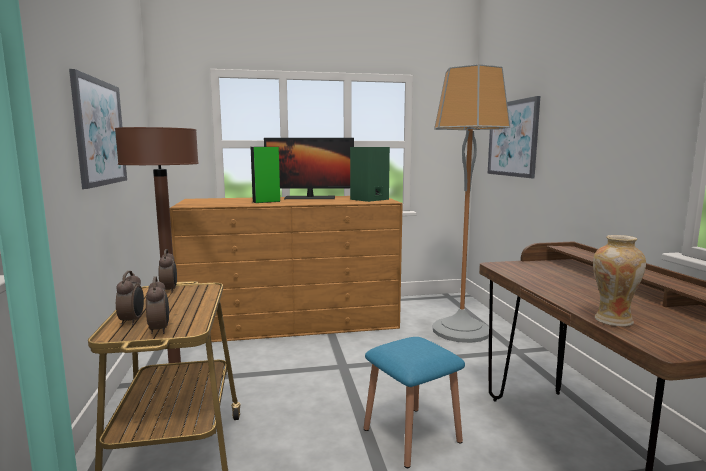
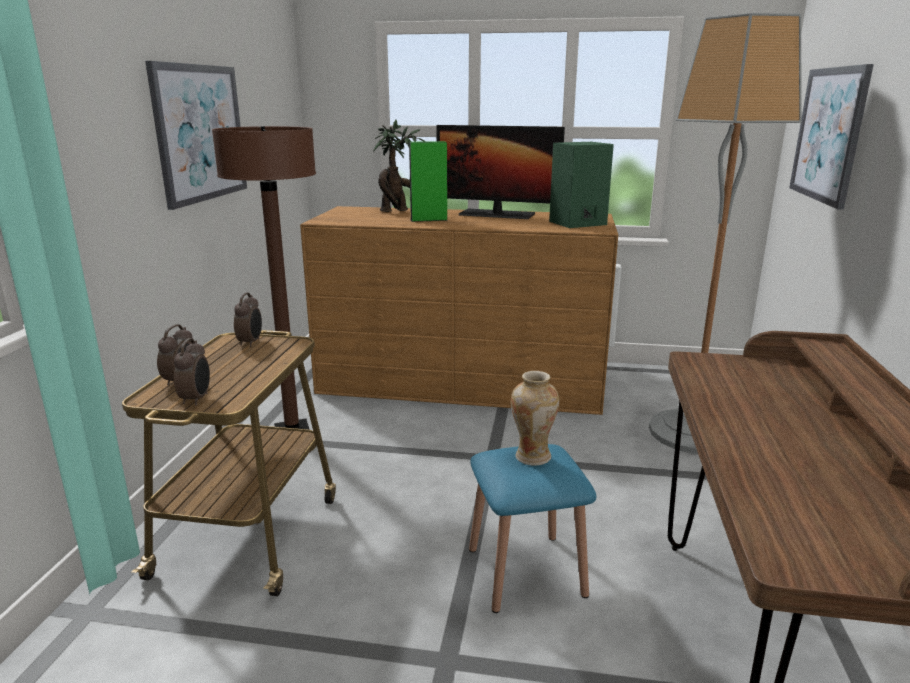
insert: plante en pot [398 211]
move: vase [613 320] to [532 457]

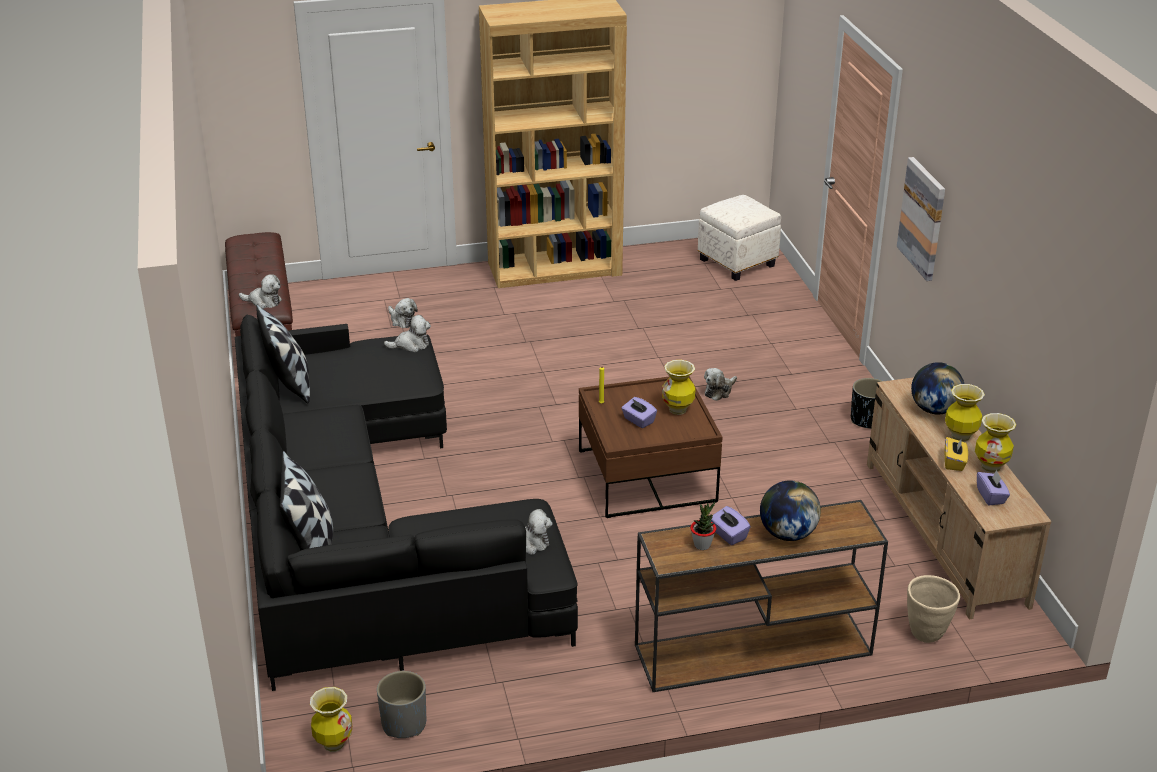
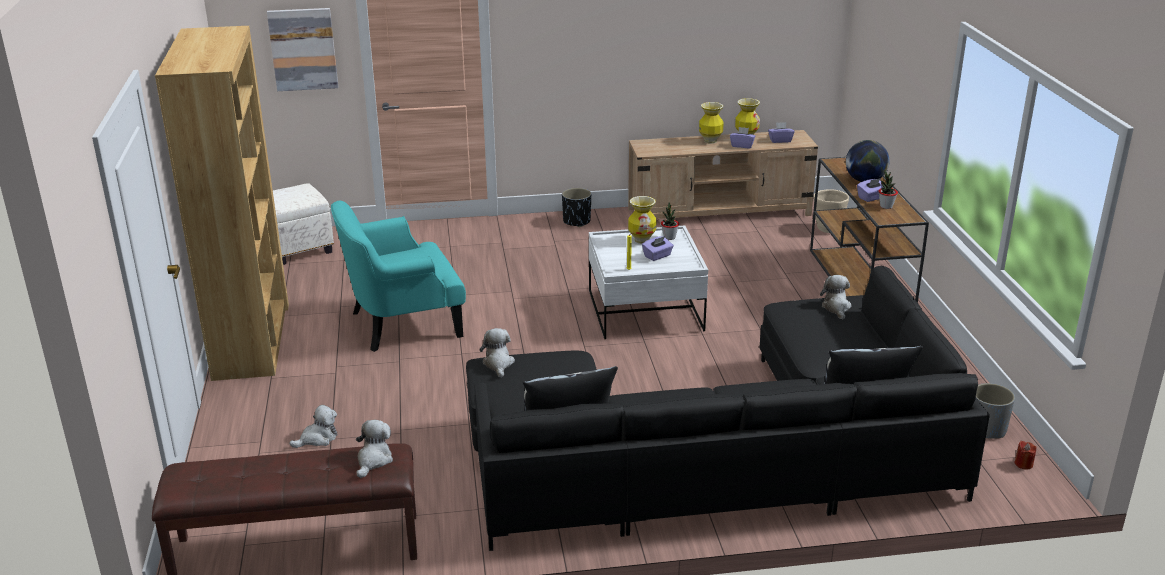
delete: peluche [719 391]; globe [934 409]
insert: fauteuil [turquoise] [402 323]; plante en pot [669 237]
move: tableau [922 218] to [303 49]
replace: vase [333 744] to bougie [rouge] [1023 464]
recolor: table basse [marron] [646 476] to table basse [blanc] [645 311]; boîte à mouchoirs [jaune] [954 462] to boîte à mouchoirs [violet] [742 145]

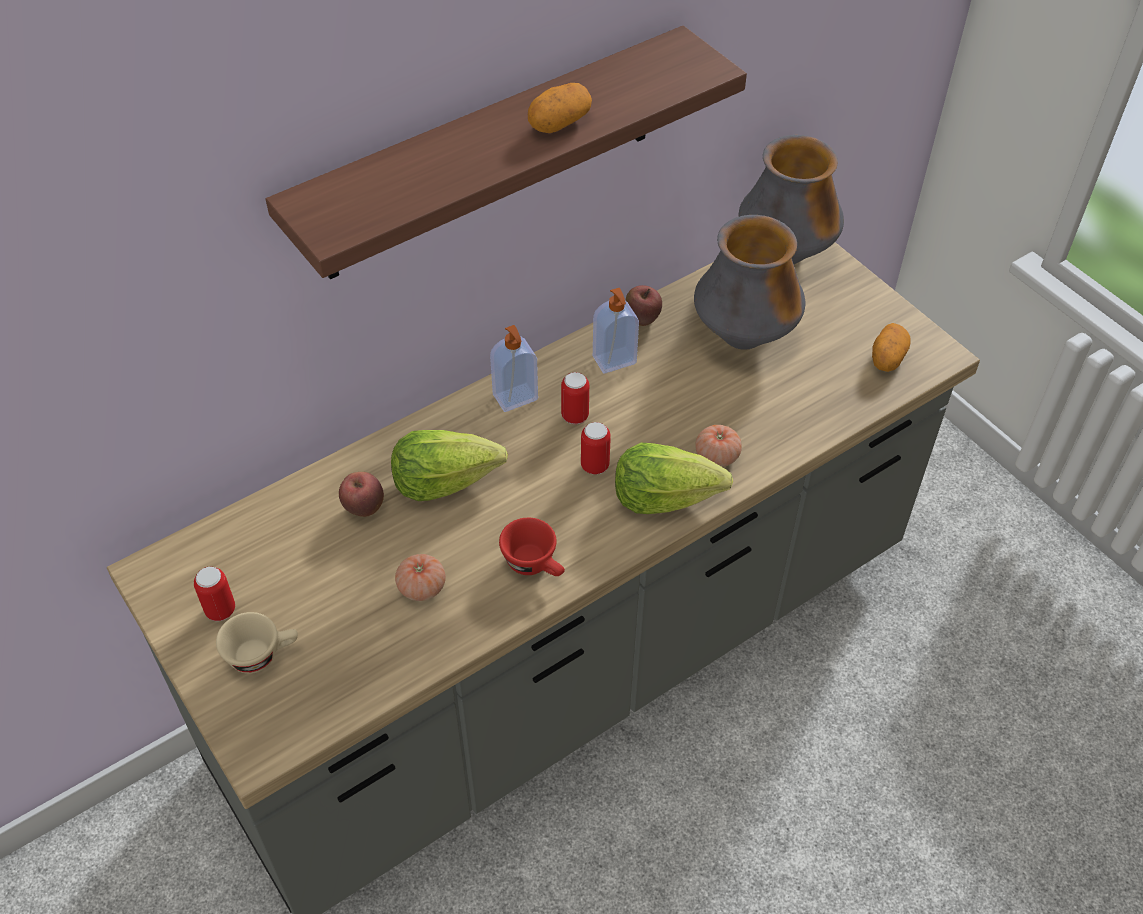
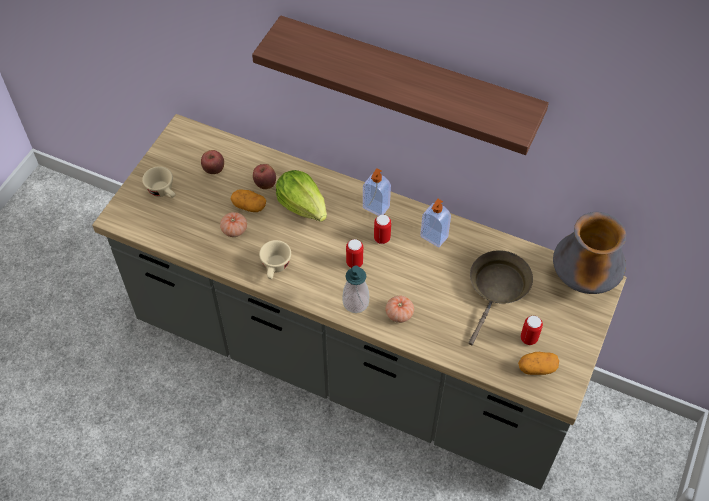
move: boîte métallique [220 610] to [528 338]; pomme de terre [559 123] to [249 206]; pomme [642 320] to [214 170]
replace: laitue [665 496] to distributeur de savon [355 302]; vase [743 337] to poêle [marron] [497 289]
recolor: tasse [rouge] [535 565] to tasse [beige] [275 268]

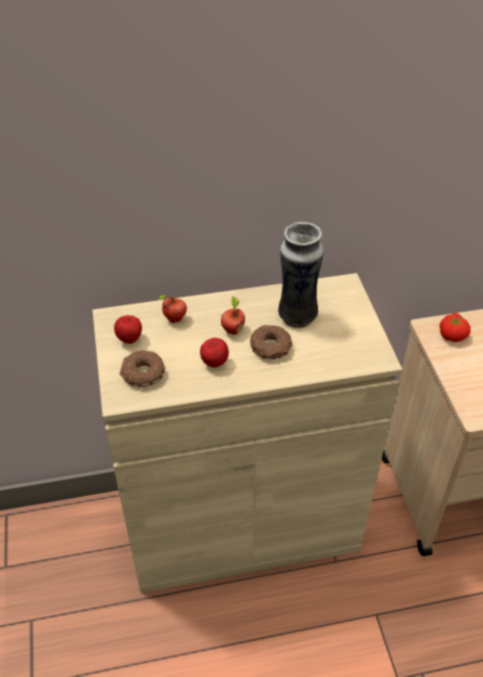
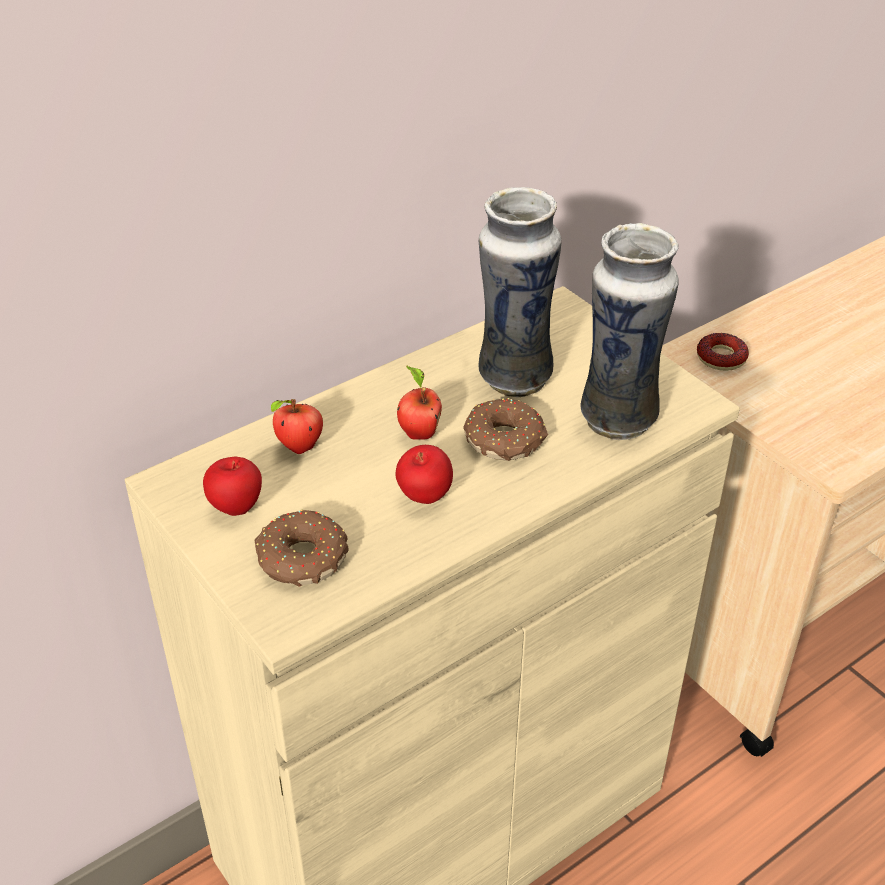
insert: vase [618 418]
replace: tomate [453 335] to beignet [721 358]

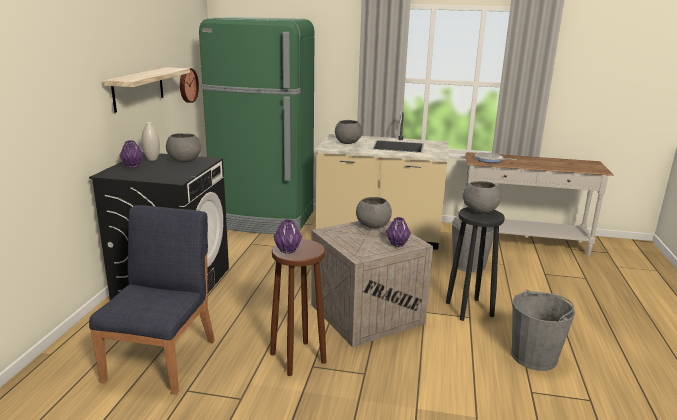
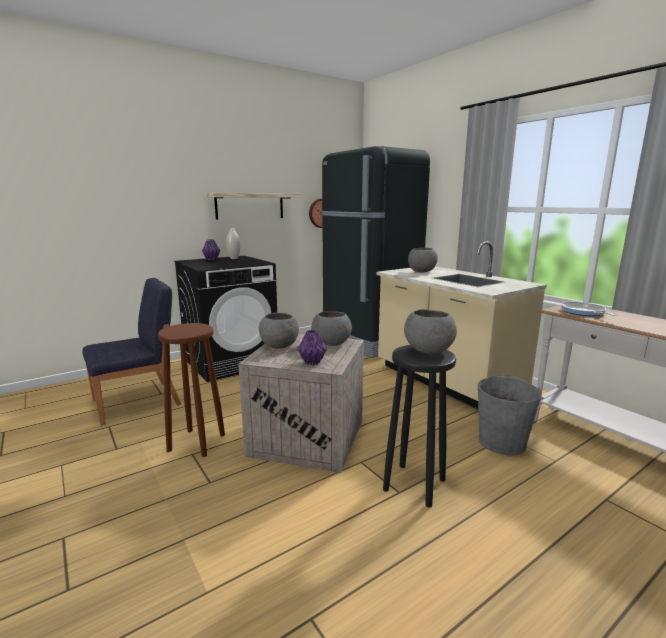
delete: vase [violet] [288 250]; seau [gris] [534 356]
move: bol [gris] [184 161] to [279 346]
recolor: réfrigérateur [vert] [264 219] to réfrigérateur [noir] [368 341]

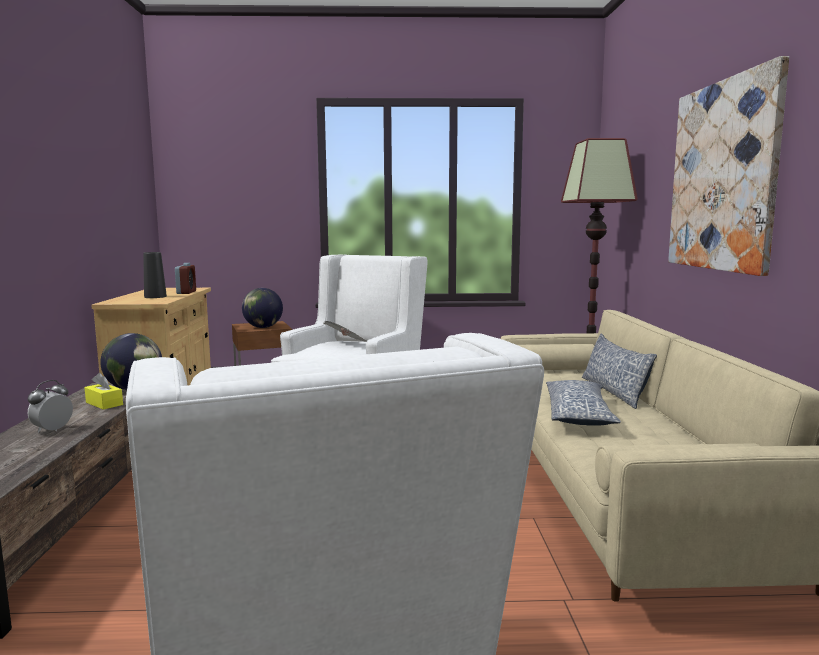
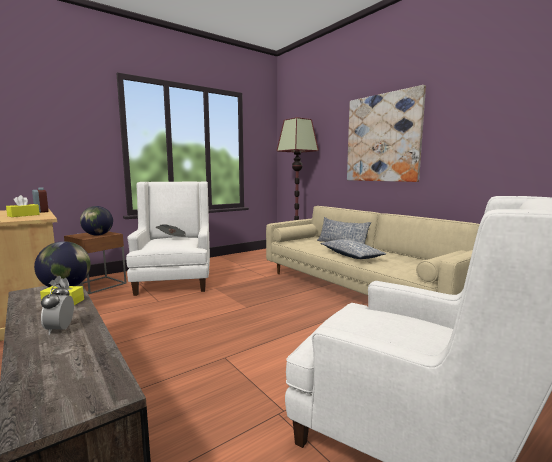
replace: vase [noir] [155 297] to boîte à mouchoirs [jaune] [23 215]

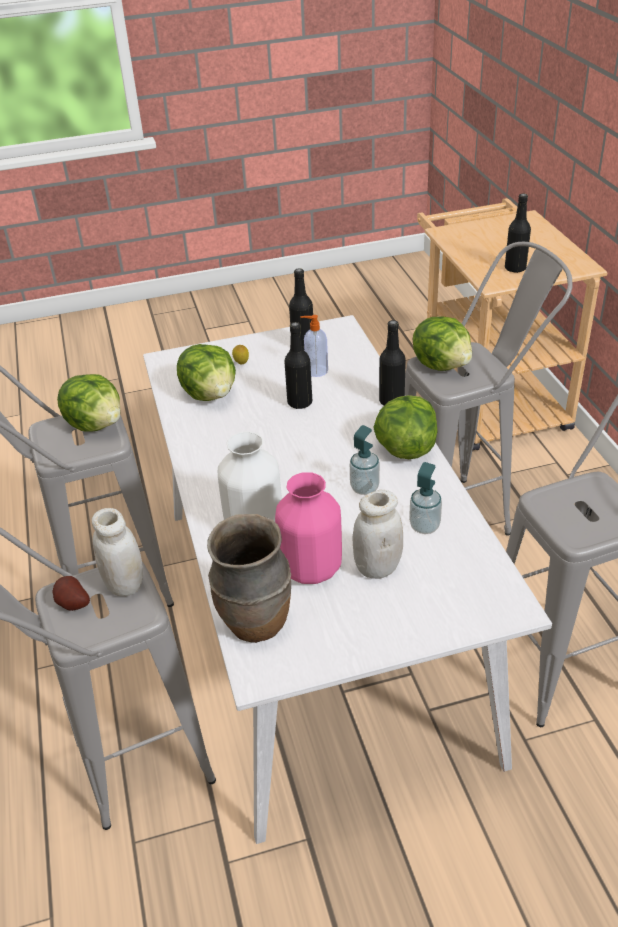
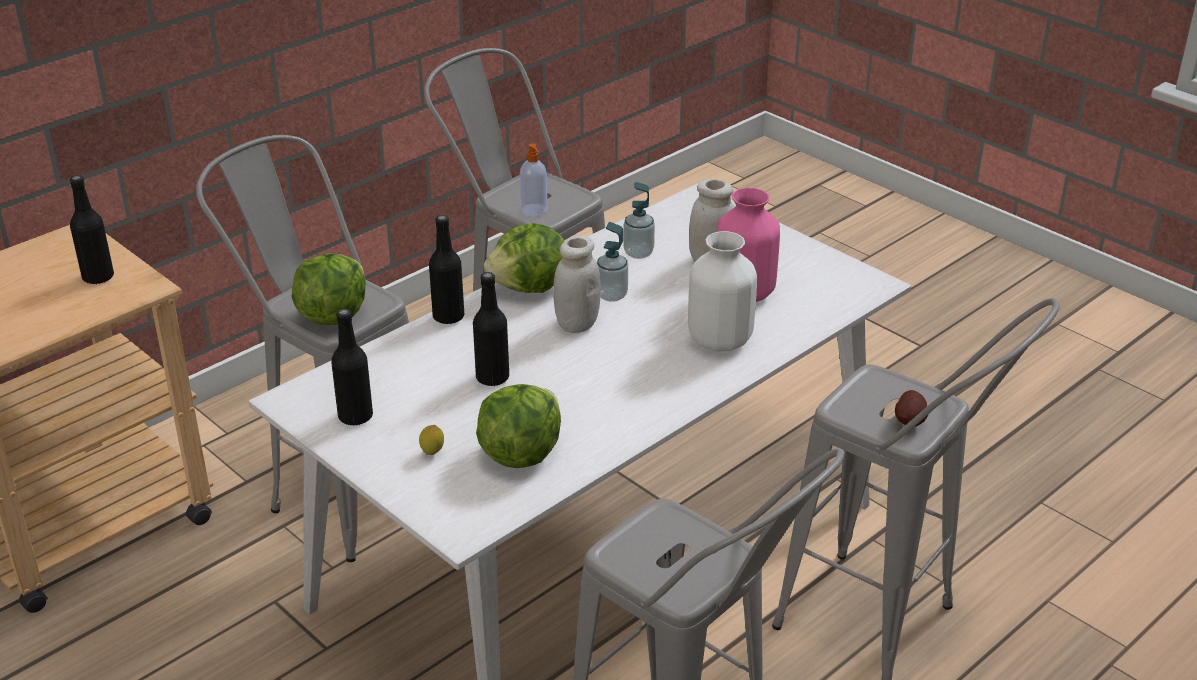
delete: laitue [96 424]; vase [marron] [256 623]
move: bocal [blanc] [124 584] to [577 324]; distributeur de savon [315 371] to [534 210]

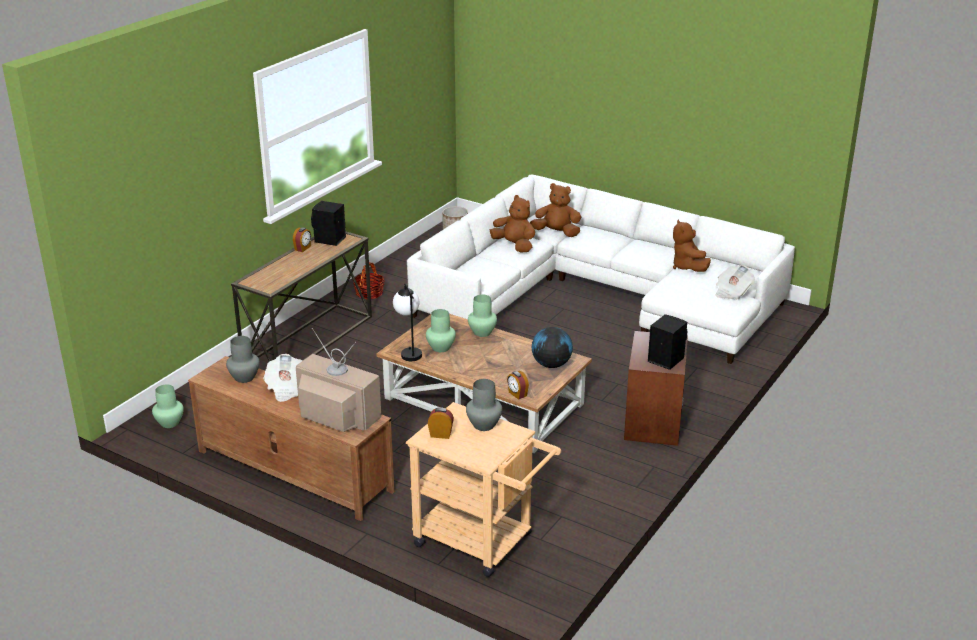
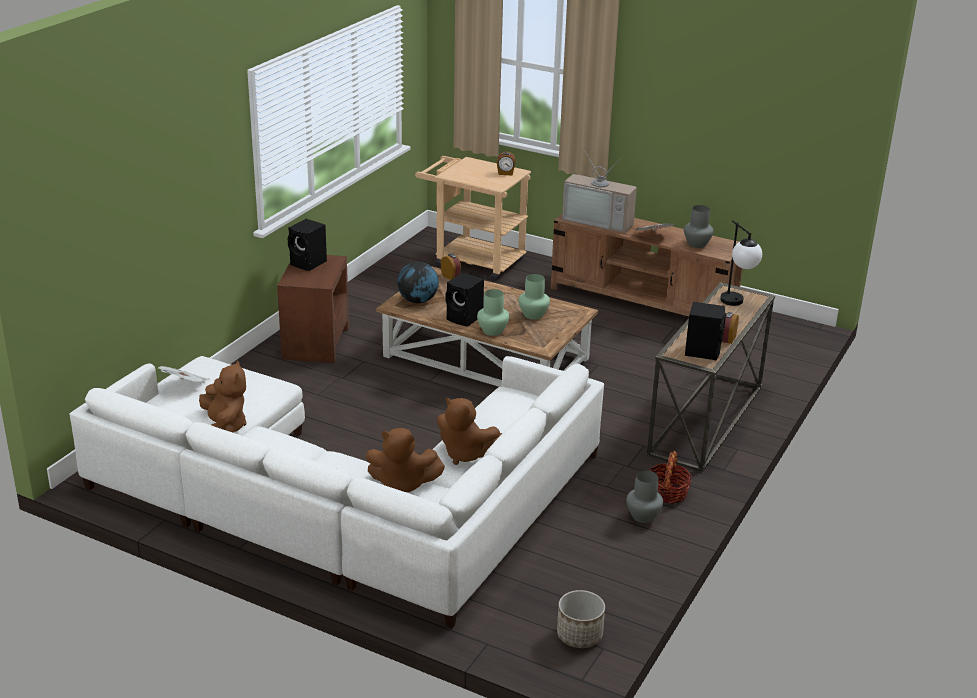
delete: vase [vert] [169 423]
insert: enceinte [noir] [465 318]
move: lampe de table [409 351] to [736 304]; vase [gris] [483 425] to [643 516]

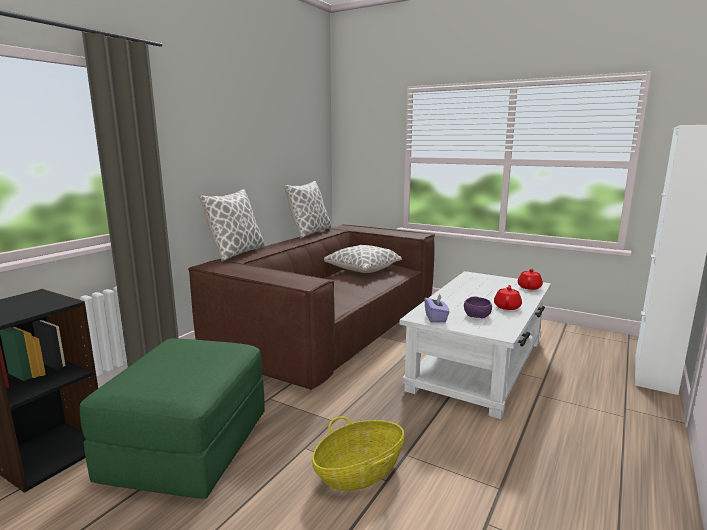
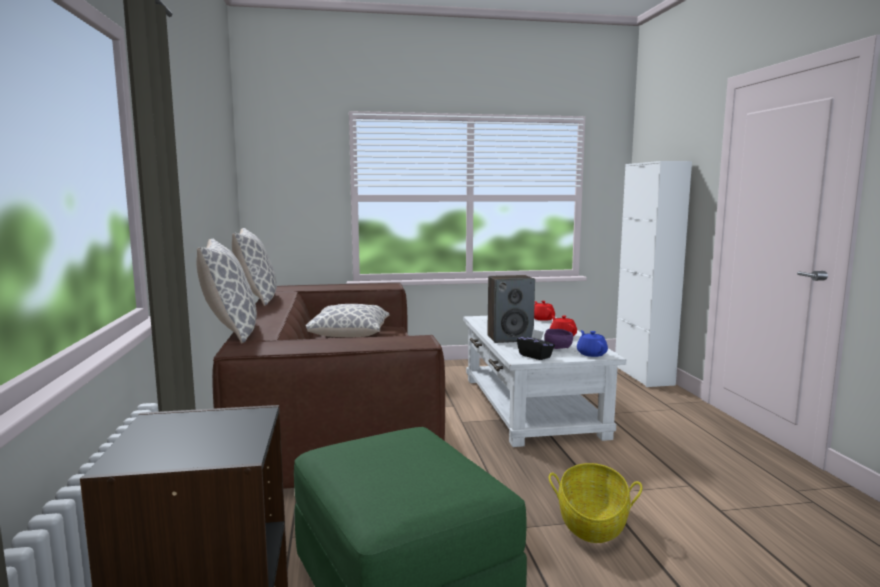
insert: enceinte [510 338]; théière [bleu] [591 354]
recolor: boîte à mouchoirs [violet] [436 318] to boîte à mouchoirs [noir] [535 356]

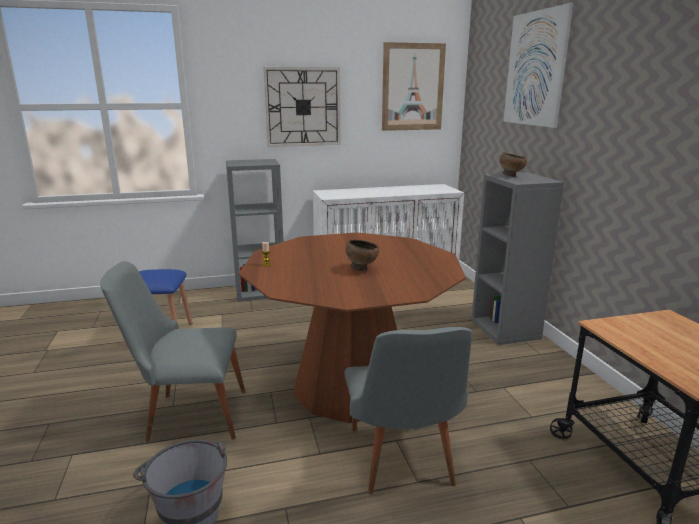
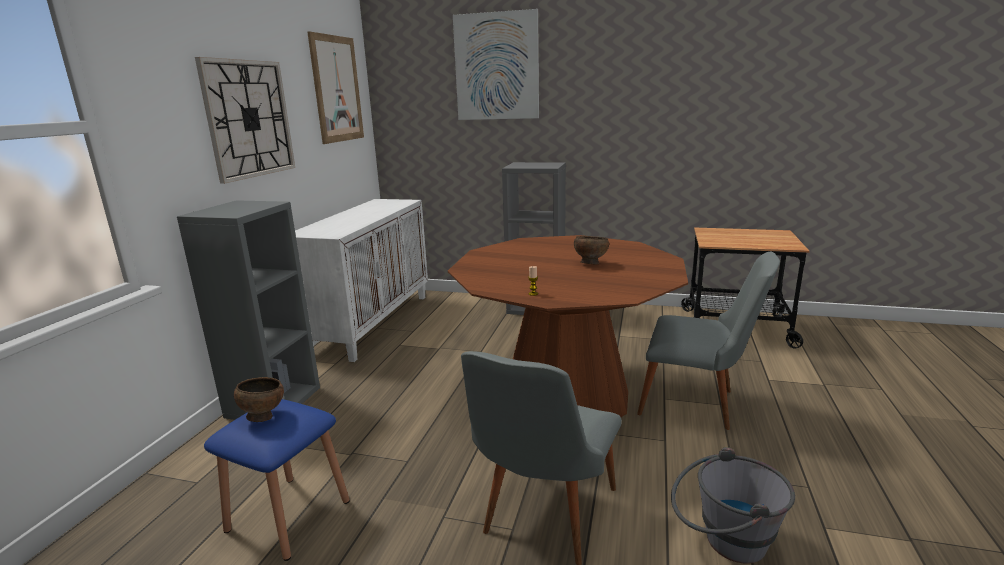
move: bol [marron] [511 176] to [263 417]

